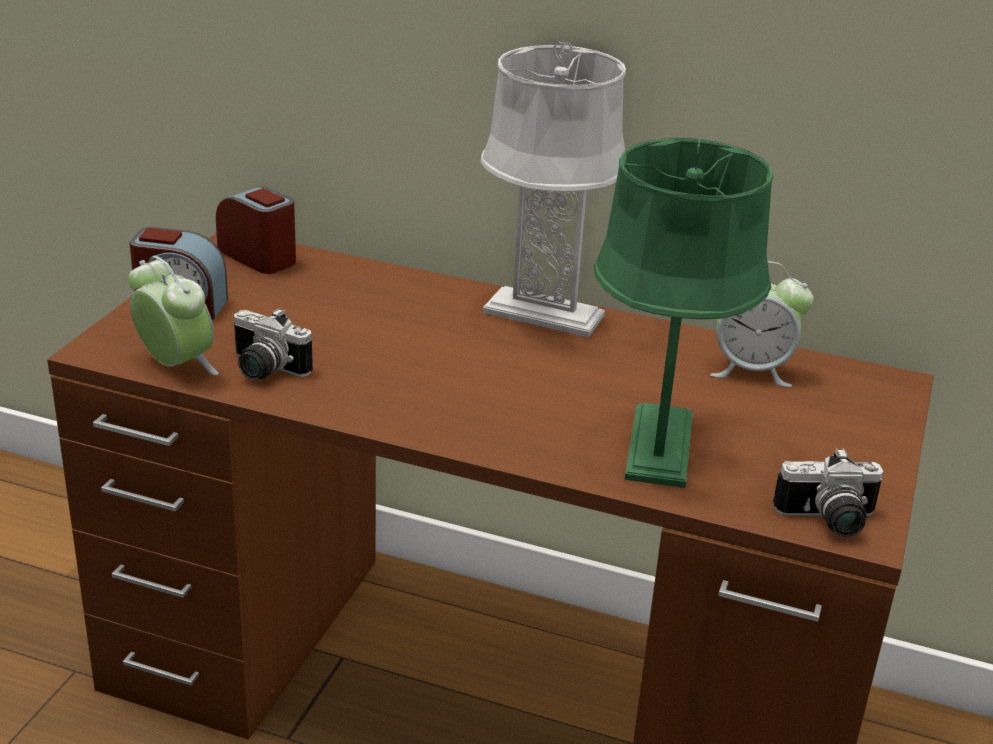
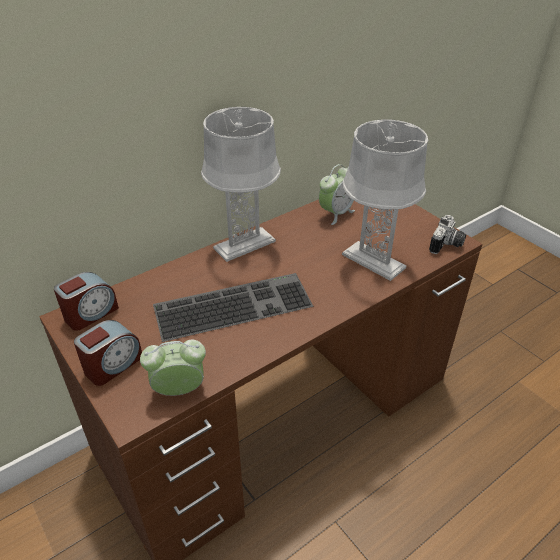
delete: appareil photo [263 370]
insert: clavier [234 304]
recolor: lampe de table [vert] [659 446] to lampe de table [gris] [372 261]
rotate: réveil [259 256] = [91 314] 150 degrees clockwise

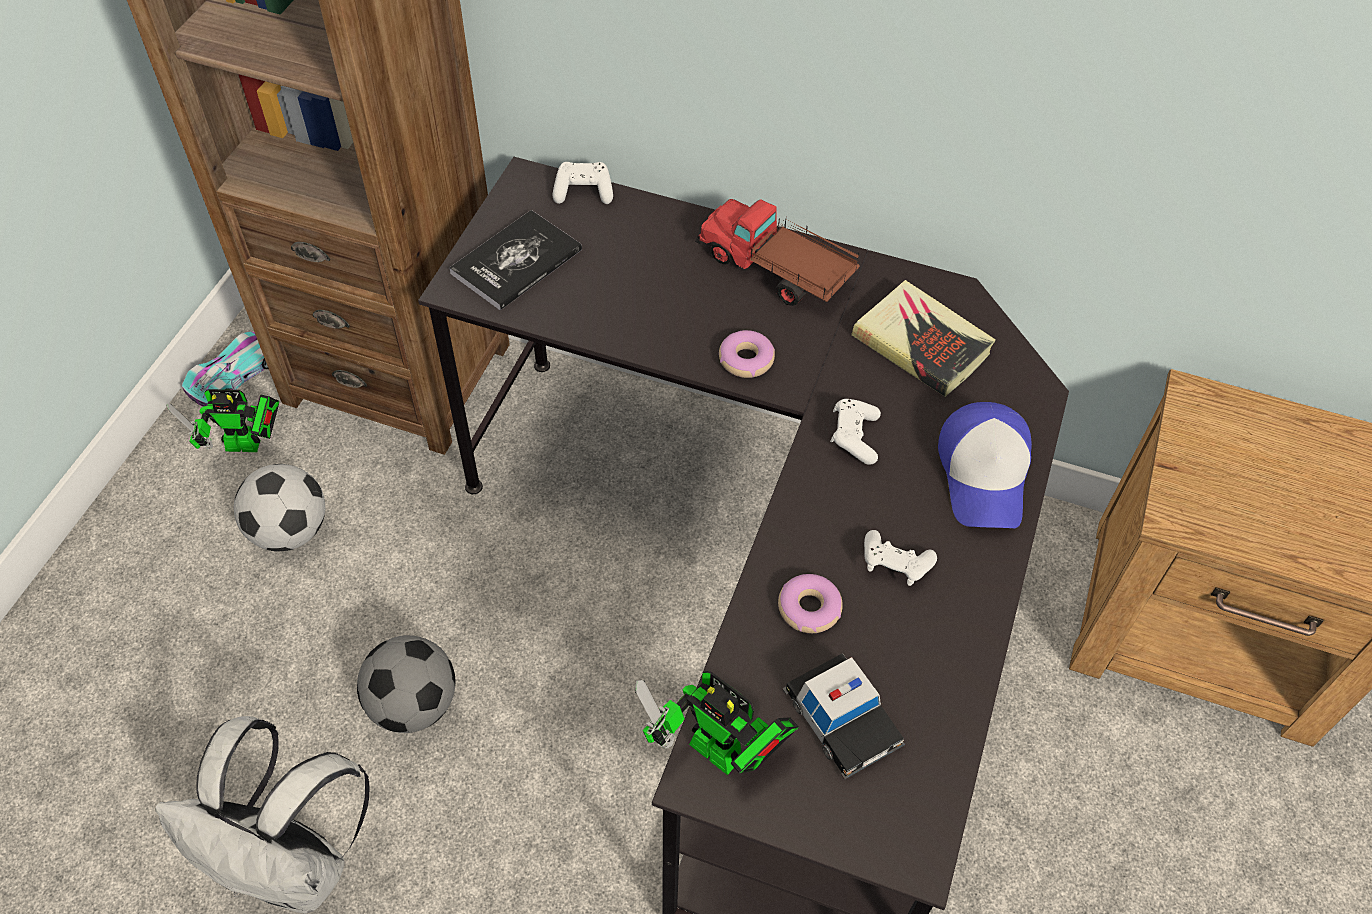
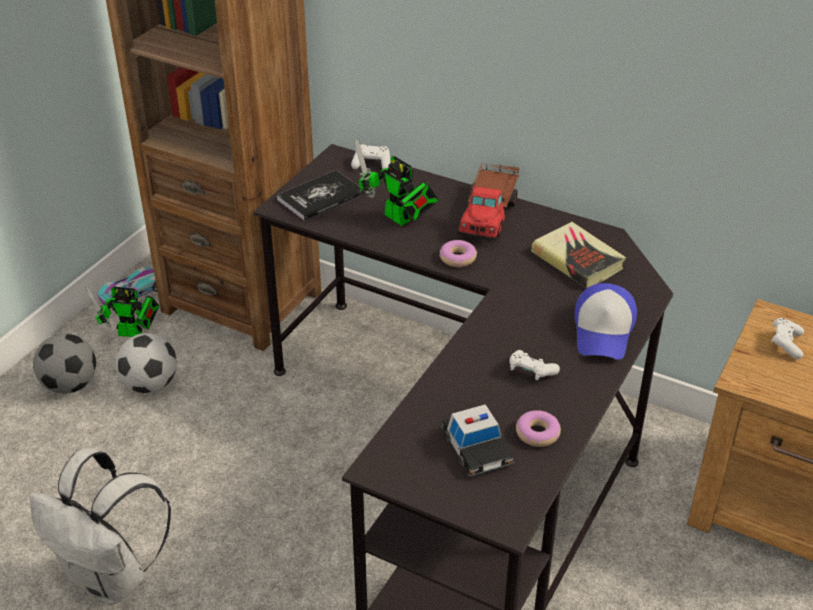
move: ballon de foot [414 704] to [70 385]; robot jouet [723 756] to [400 220]; beignet [809 609] to [537 434]; manette [blanc] [854 437] to [785 344]
rotate: camion jouet [776 270] = [489 214] 120 degrees counterclockwise

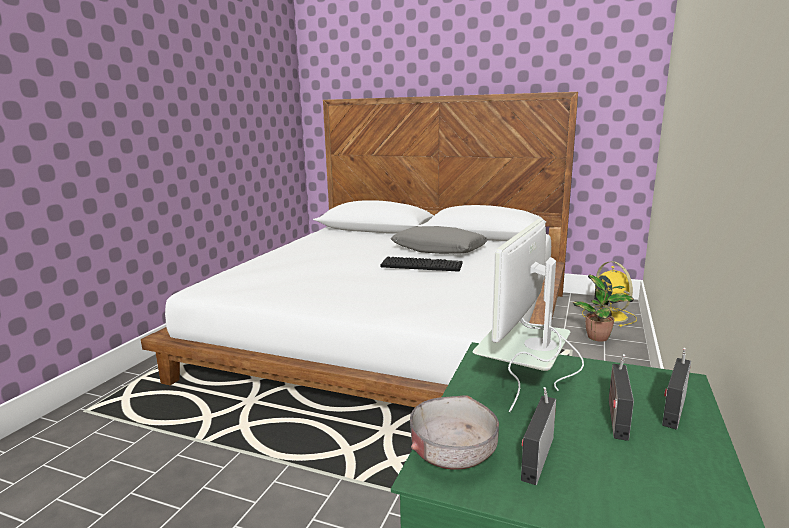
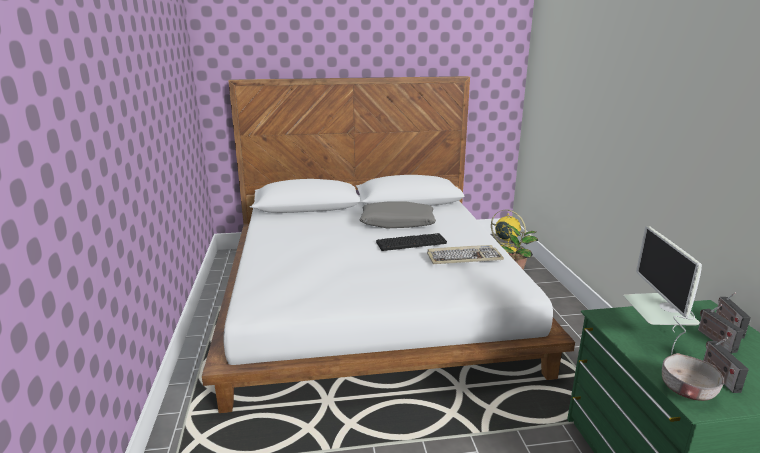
insert: clavier [464 257]

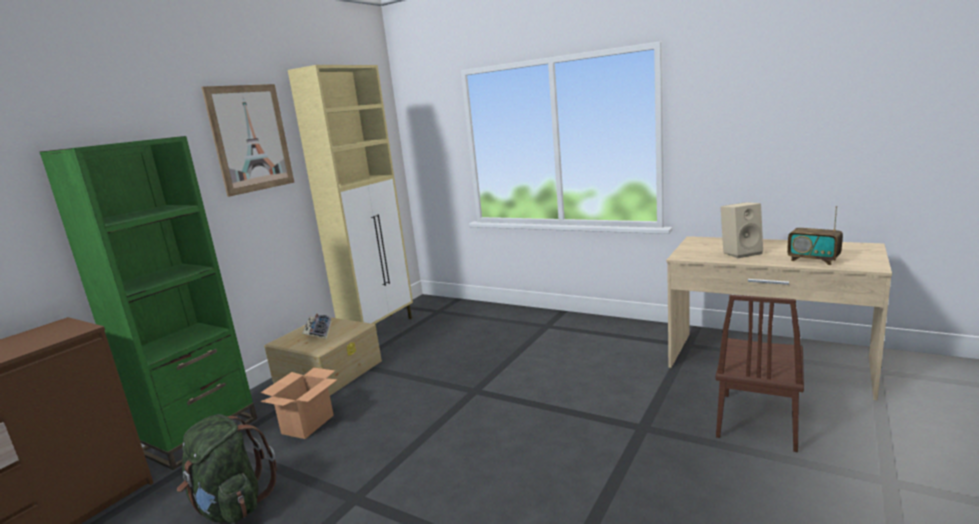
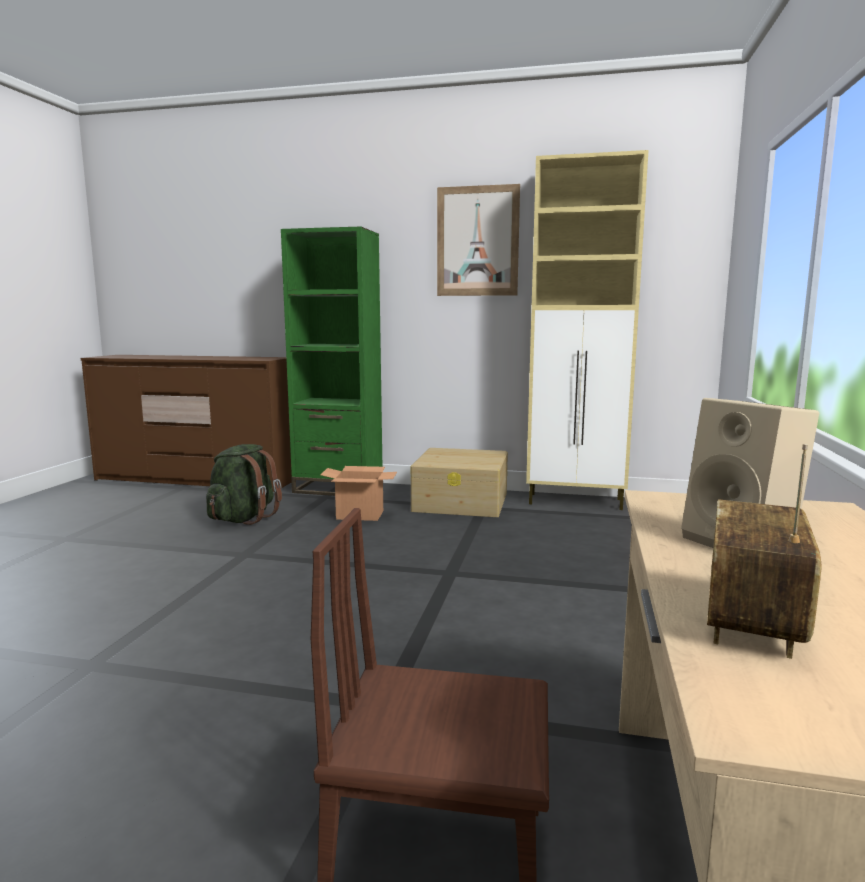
delete: clavier [318 331]

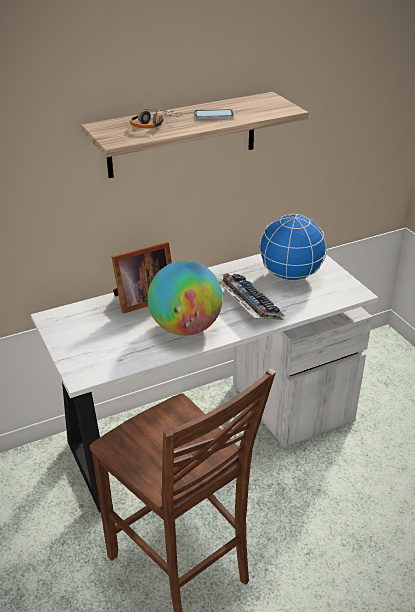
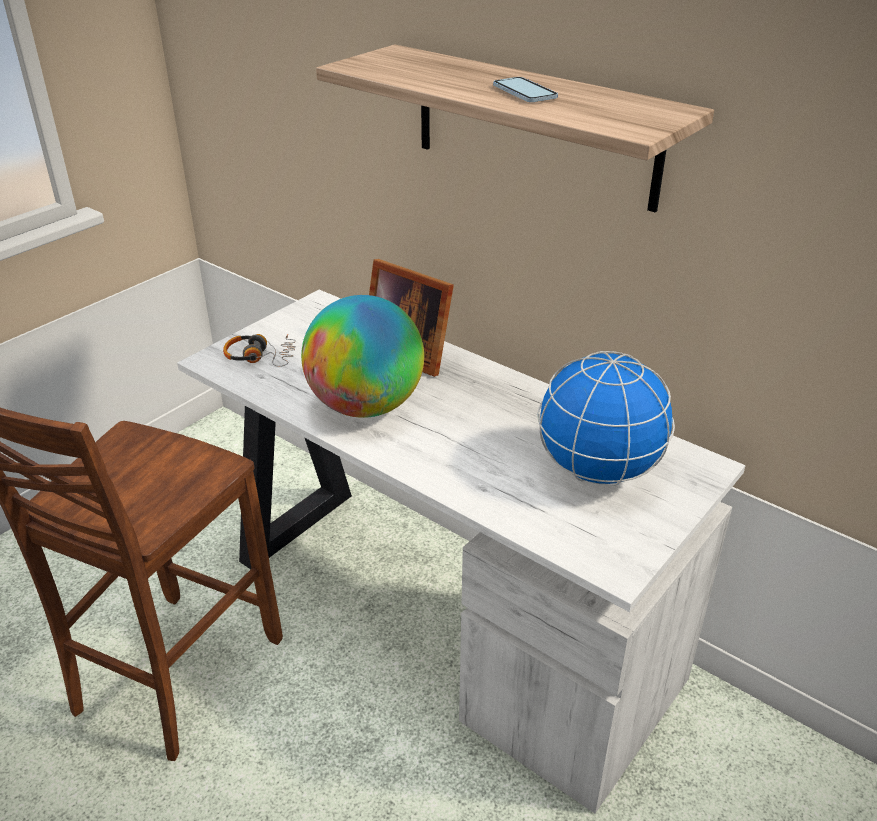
delete: clavier [246 304]
move: casque audio [153 124] to [261 357]

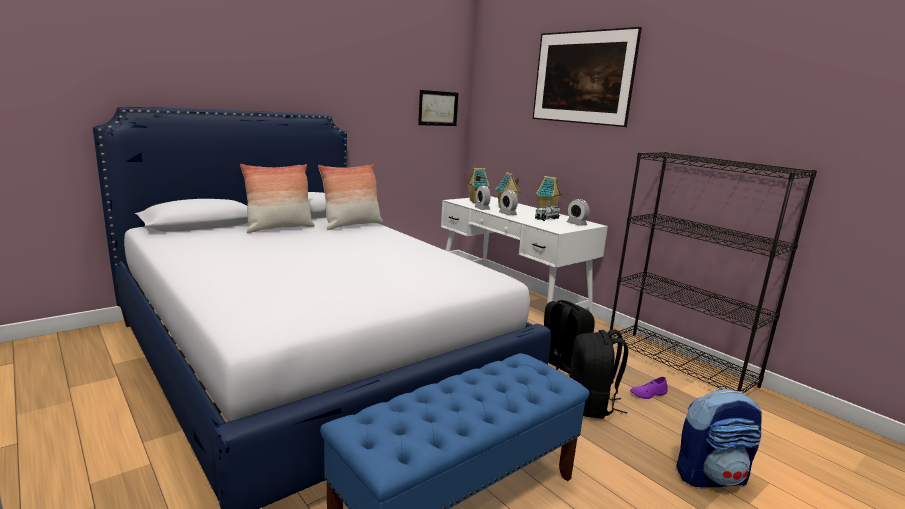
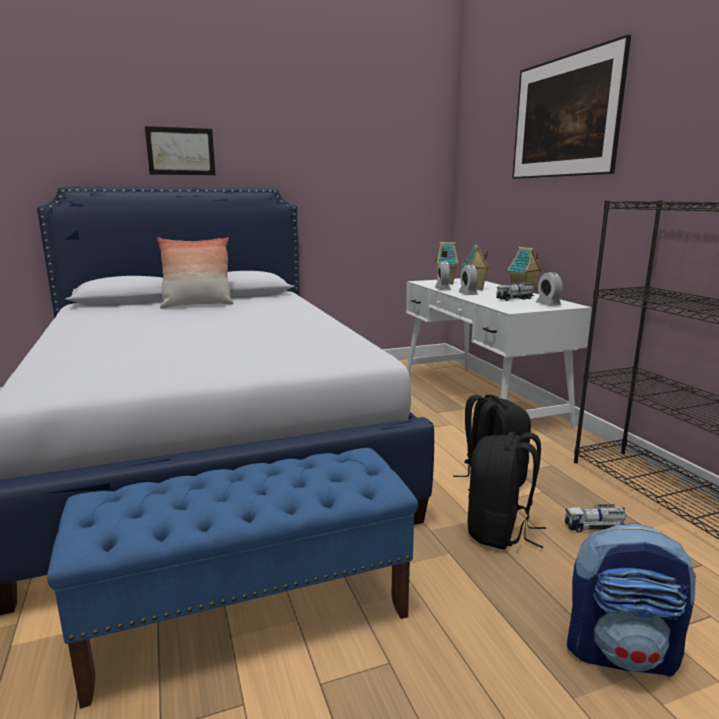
delete: coussin [352 225]
move: tableau [438 108] to [181 151]
replace: chaussure [violet] [648 394] to camion jouet [594 528]

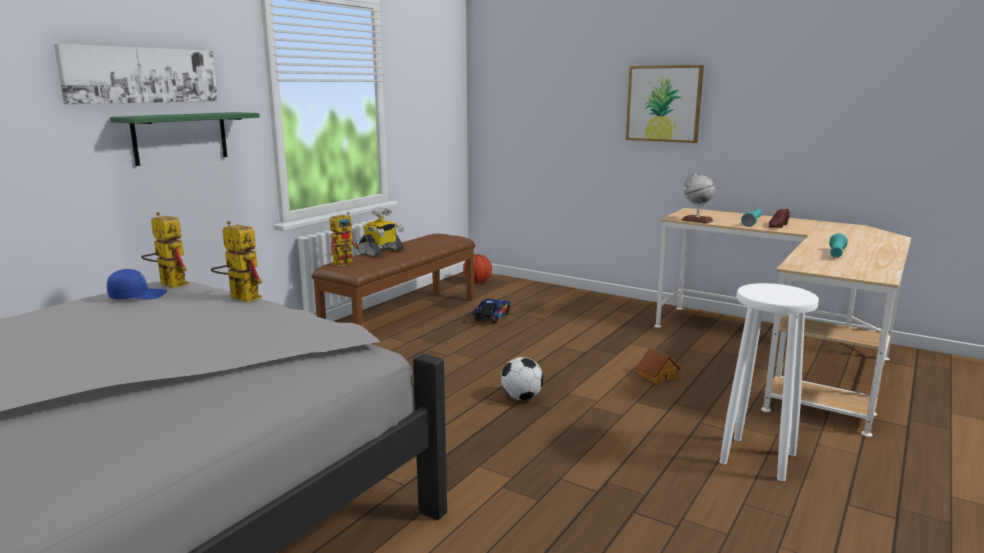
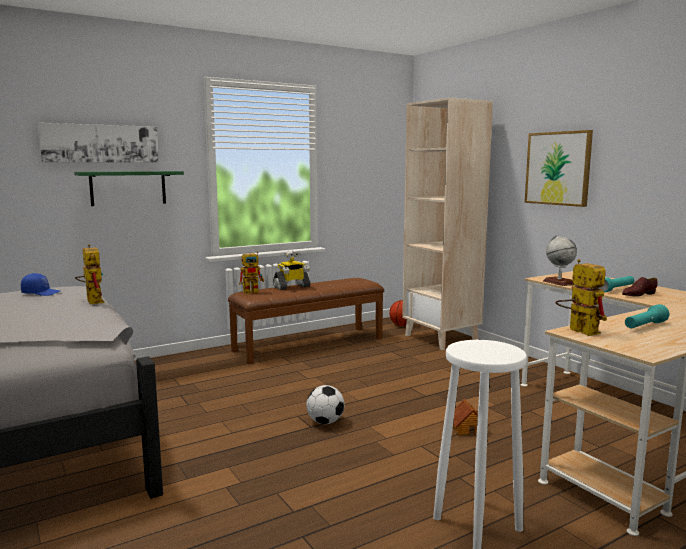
delete: camion jouet [490 318]
insert: bibliothèque [beige] [441 338]
move: robot jouet [168 283] to [577 330]

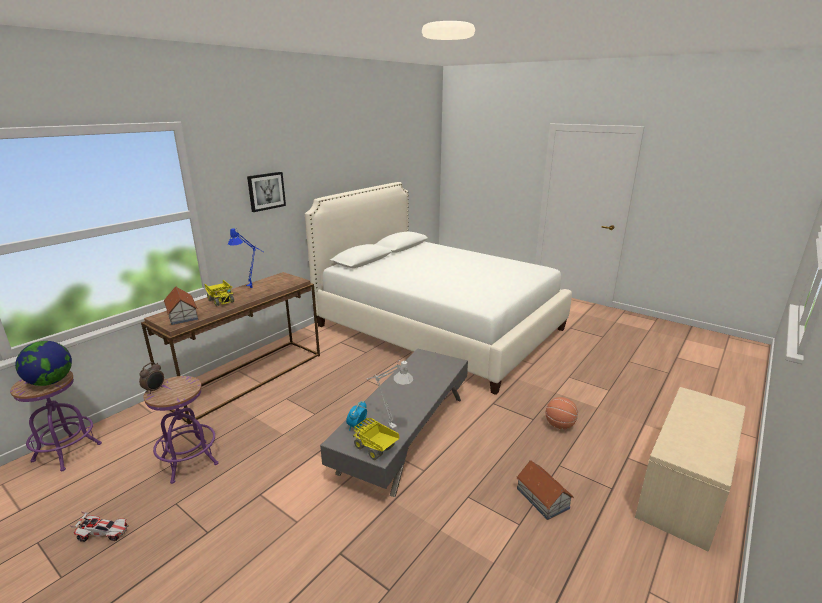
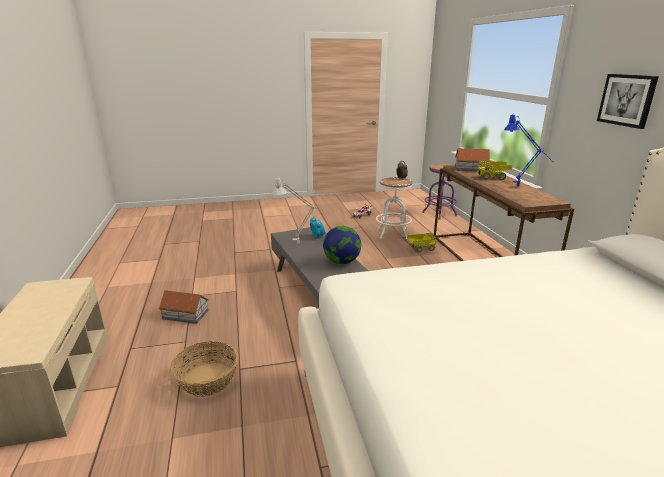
move: globe [51 382] to [342 262]; camion jouet [375 449] to [420 248]
replace: ballon de basket [559 425] to panier [207 379]
recolor: tabouret [violet] [189 461] to tabouret [blanc] [392 233]

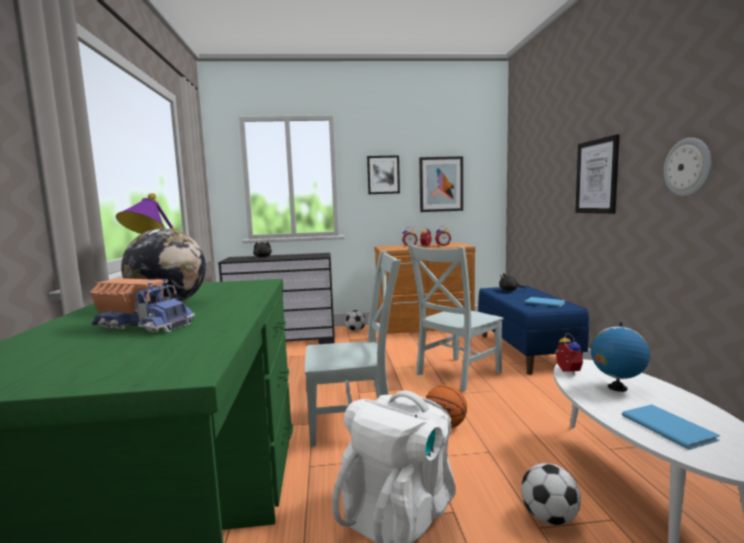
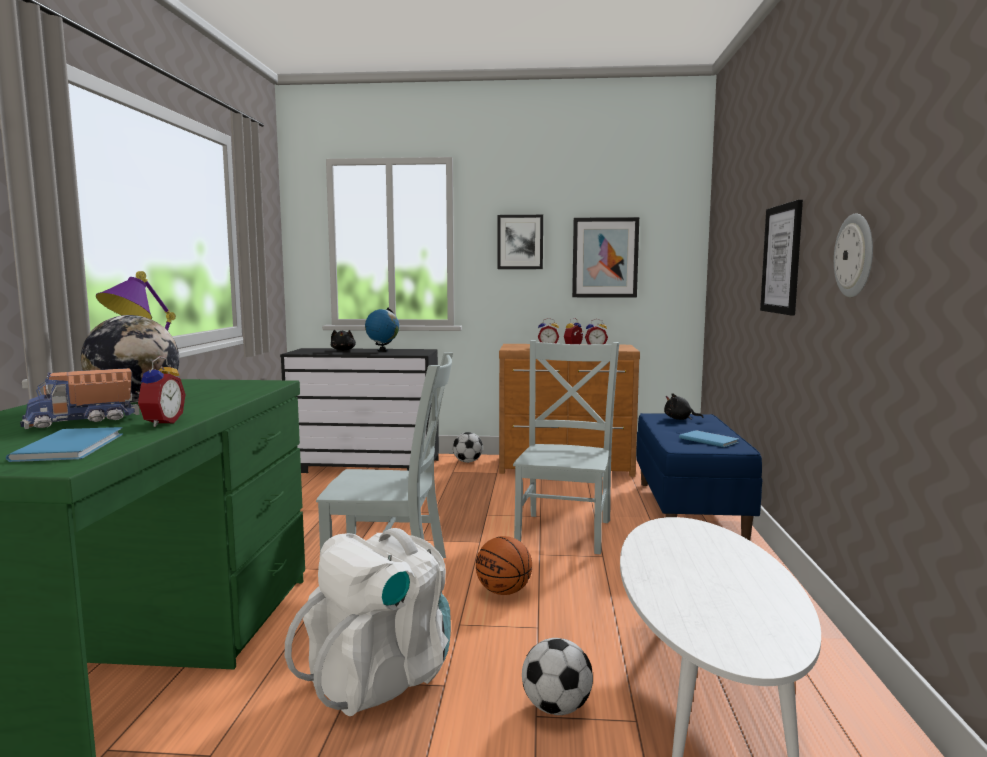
move: réveil [566 371] to [160 423]; globe [617 388] to [382 351]; livre [bleu] [667 426] to [74 446]
rotate: camion jouet [145 325] = [82 421] 120 degrees clockwise; chaise [gris] [456 374] = [565 530] 135 degrees clockwise

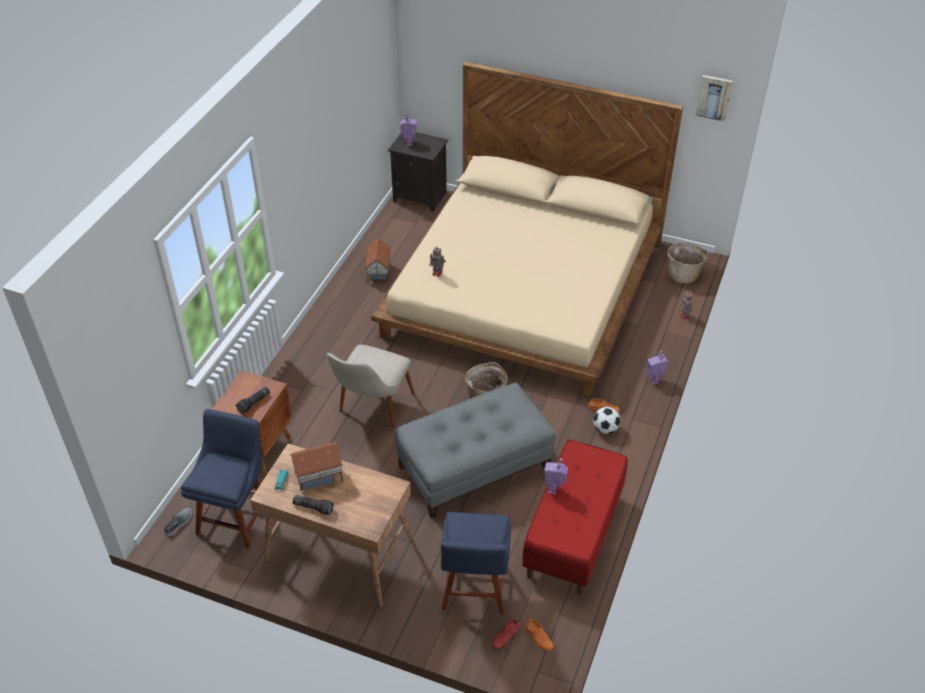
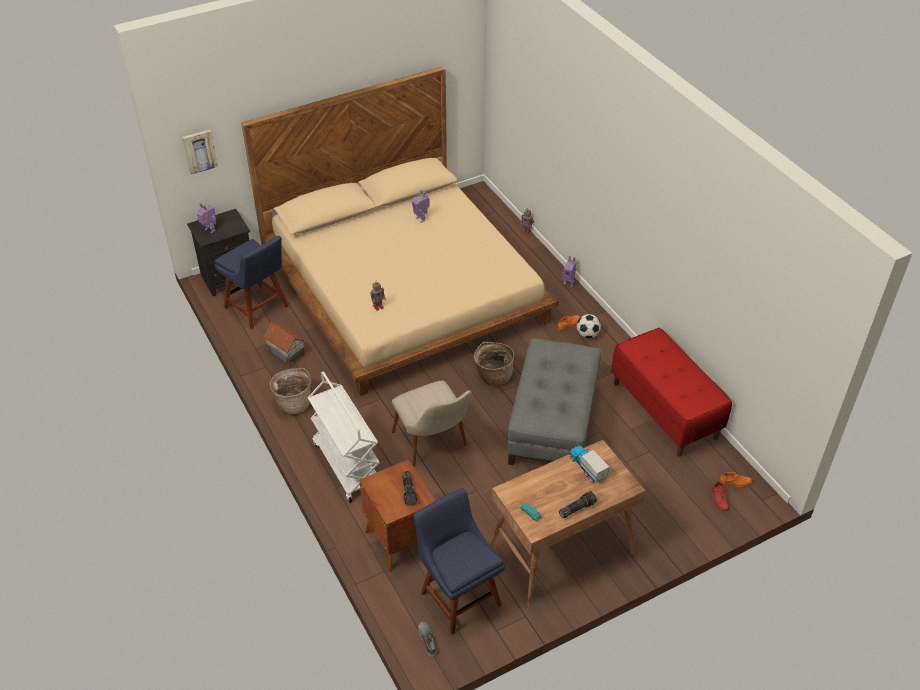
delete: maison miniature [319 478]
insert: chariot [blanc] [346 465]; camion jouet [587 468]
move: chaise [bleu] [474 590] to [258 308]; robot jouet [554 489] to [421 219]; panier [683 275] to [294 402]; tableau [714 97] to [199 151]

